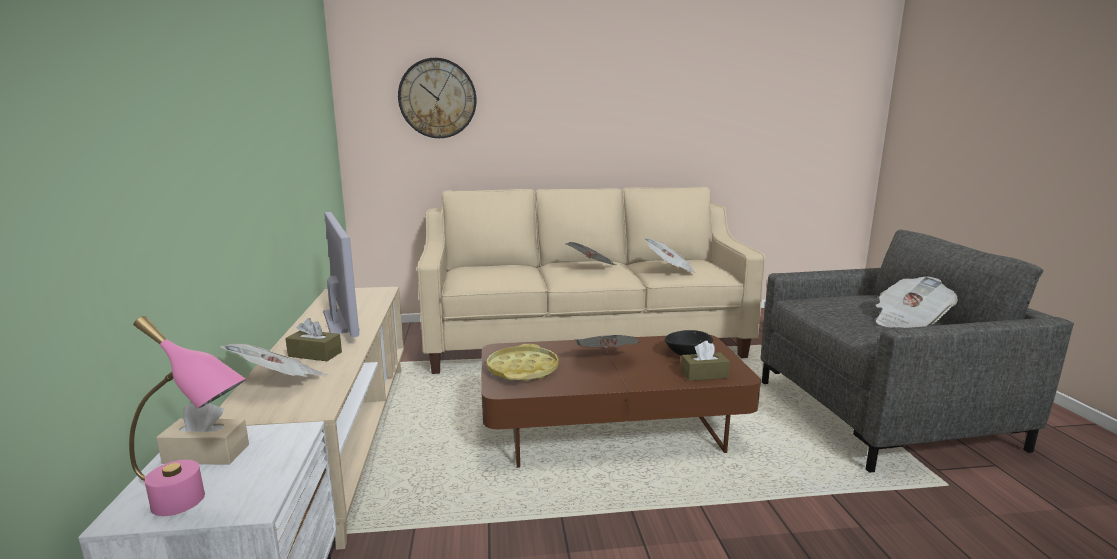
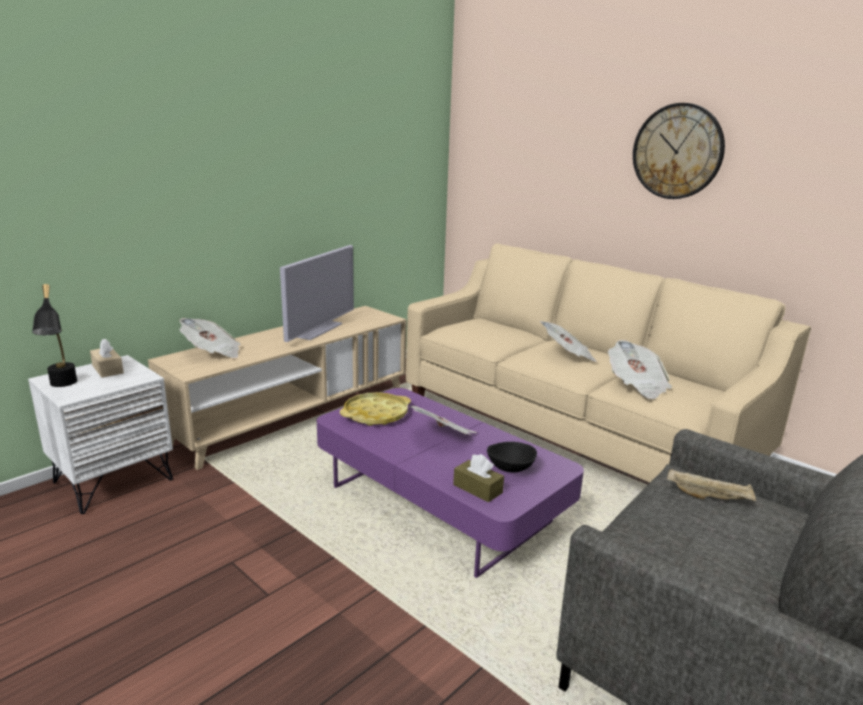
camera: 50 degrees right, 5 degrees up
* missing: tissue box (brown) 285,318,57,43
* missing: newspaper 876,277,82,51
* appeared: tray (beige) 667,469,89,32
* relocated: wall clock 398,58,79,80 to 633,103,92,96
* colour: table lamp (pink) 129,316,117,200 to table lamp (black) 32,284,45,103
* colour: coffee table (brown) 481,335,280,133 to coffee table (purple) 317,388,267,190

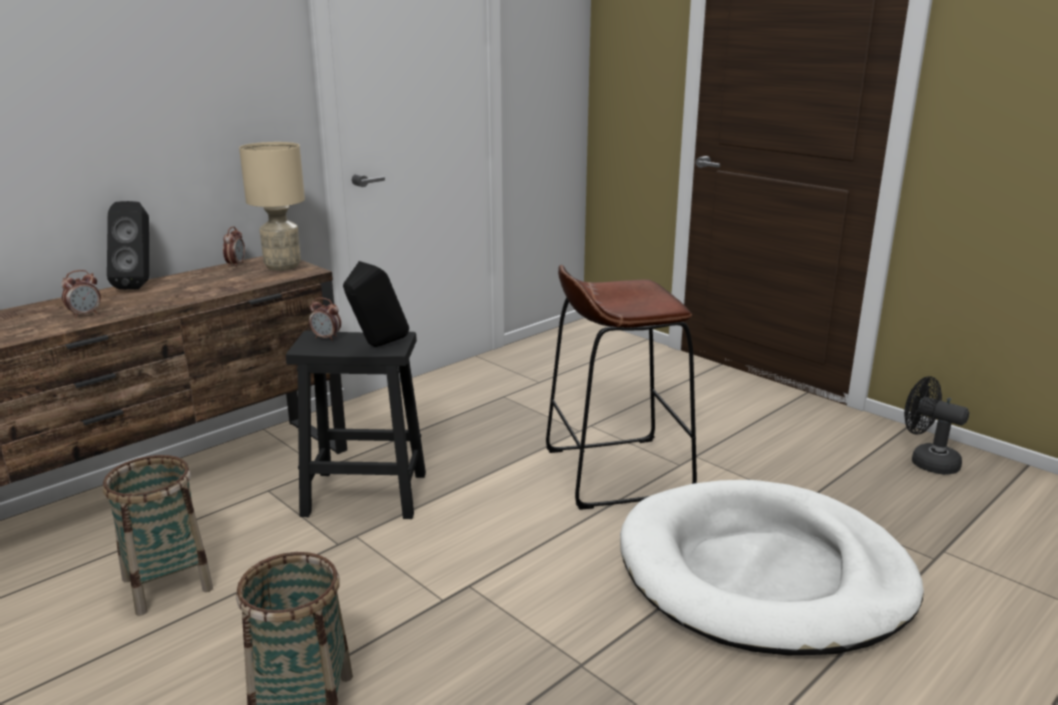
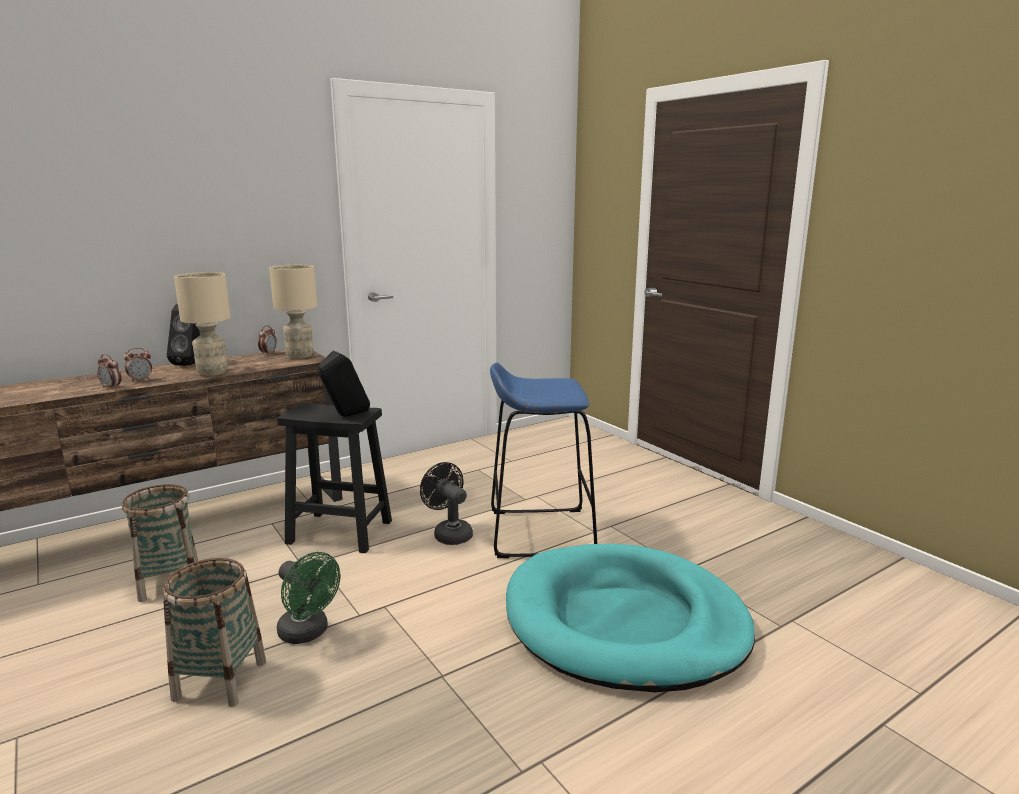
camera: 10 degrees right, 5 degrees down
* appeared: table lamp (beige) 174,272,57,104
* appeared: fan (green) 277,552,63,92
* relocated: alarm clock 309,297,32,44 to 97,354,25,36
* relocated: fan (black) 904,376,65,99 to 420,462,53,83
* colour: stool (brown) 546,265,151,245 to stool (blue) 490,362,107,196
* colour: dog bed (white) 620,480,304,175 to dog bed (turquoise) 506,544,249,148

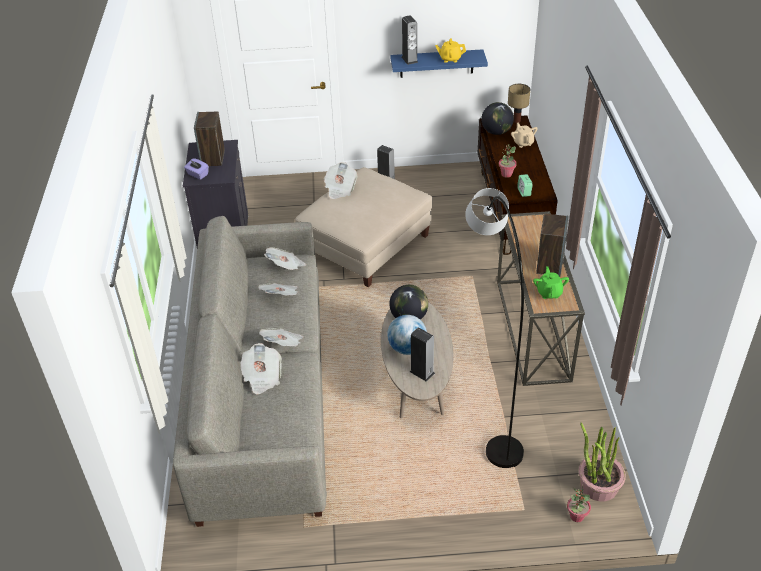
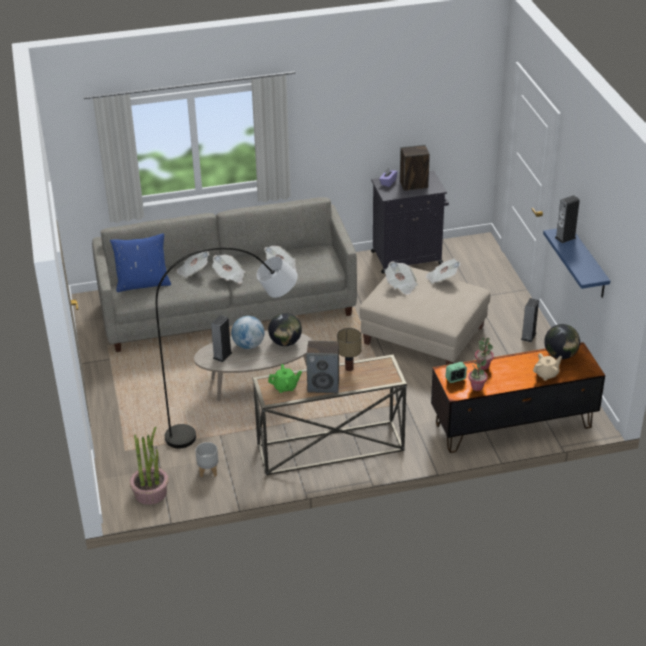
camera: 80 degrees right, 5 degrees down
* missing: teapot (yellow) 435,38,31,25
* appeared: pillow (blue) 110,233,61,59
* appeared: planter (grey) 195,442,23,35
* relocated: newspaper 264,247,43,23 to 385,261,33,34
* relocated: table lamp 508,84,22,39 to 337,328,25,43
* relocated: potted plant 567,484,24,38 to 469,357,19,34

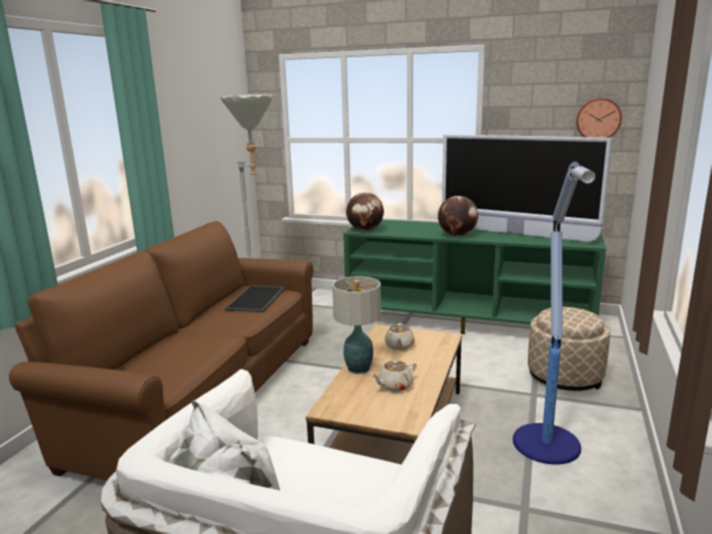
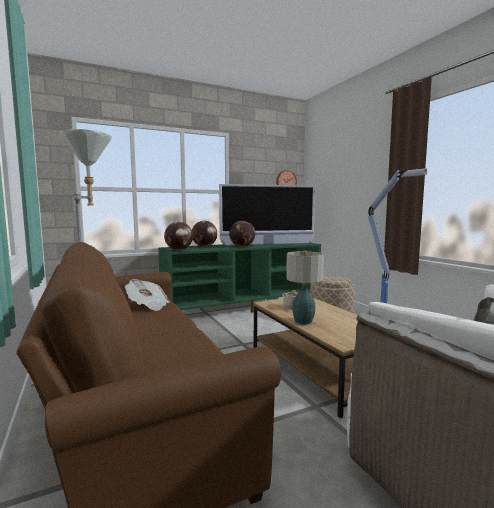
camera: 45 degrees left, 10 degrees down
* missing: teapot (beige) 372,360,45,32
* appeared: globe 192,221,25,26
* exchanged: tray 225,285,60,28 to newspaper 125,279,45,32

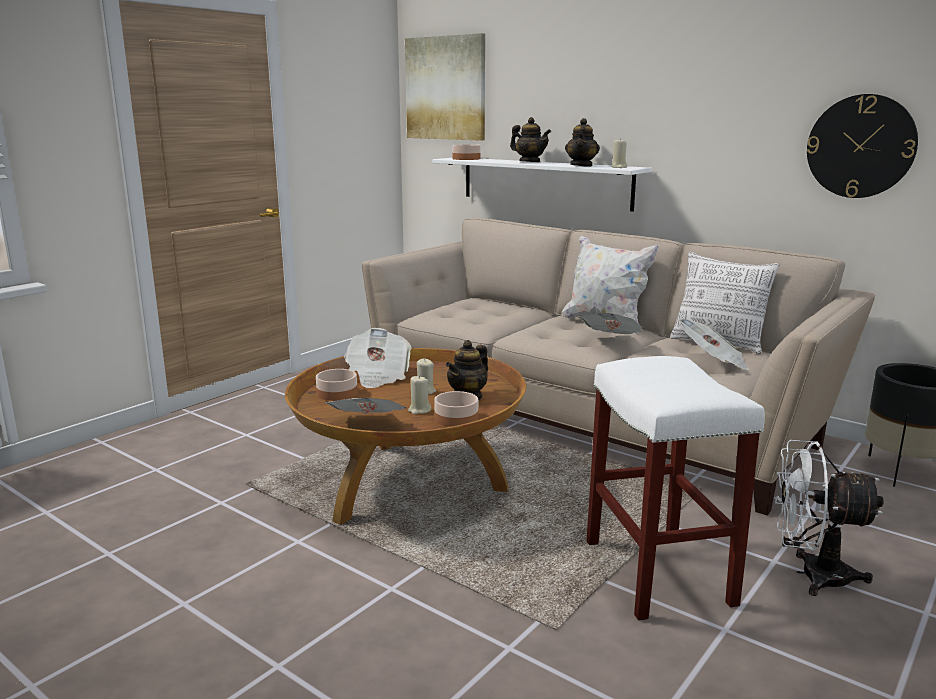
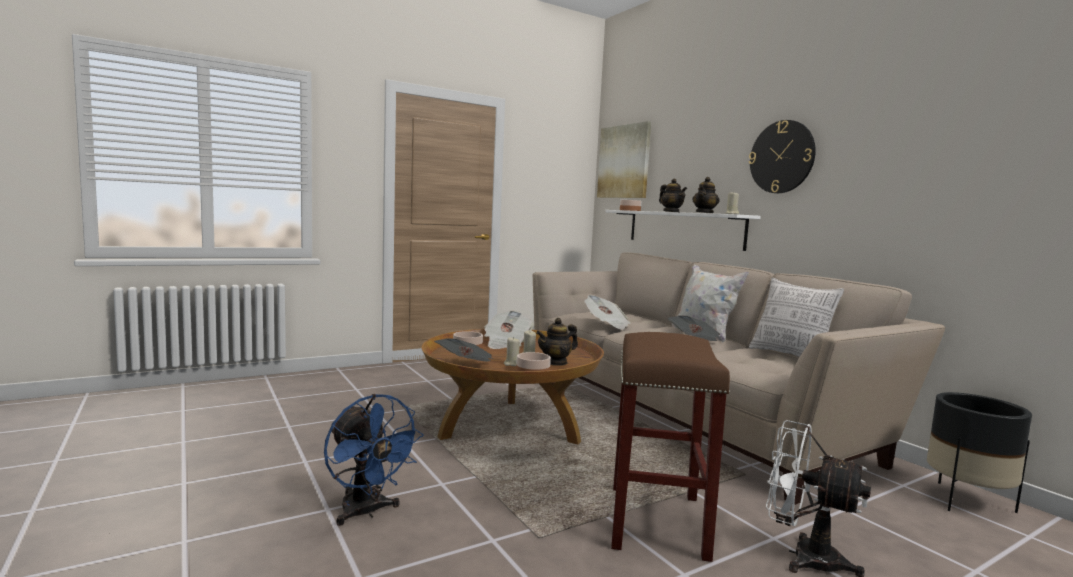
camera: 20 degrees right, 10 degrees down
* appeared: fan (blue) 324,394,100,132
* relocated: newspaper 679,318,70,52 to 584,295,47,35
* relocated: wall clock 807,94,111,104 to 749,120,67,73
* colour: stool (white) 586,356,179,264 to stool (brown) 611,332,119,230

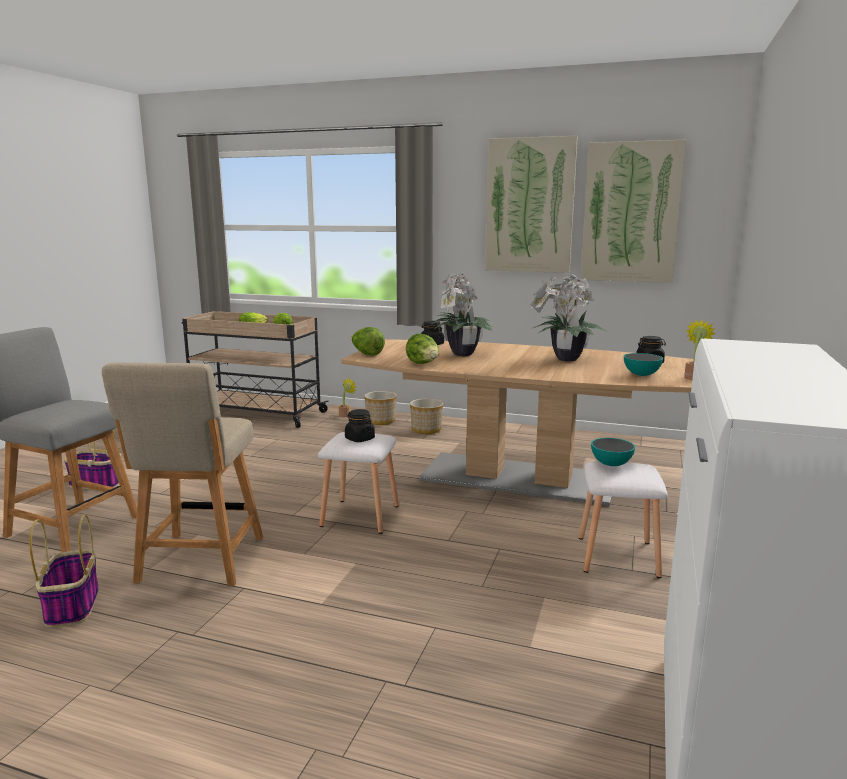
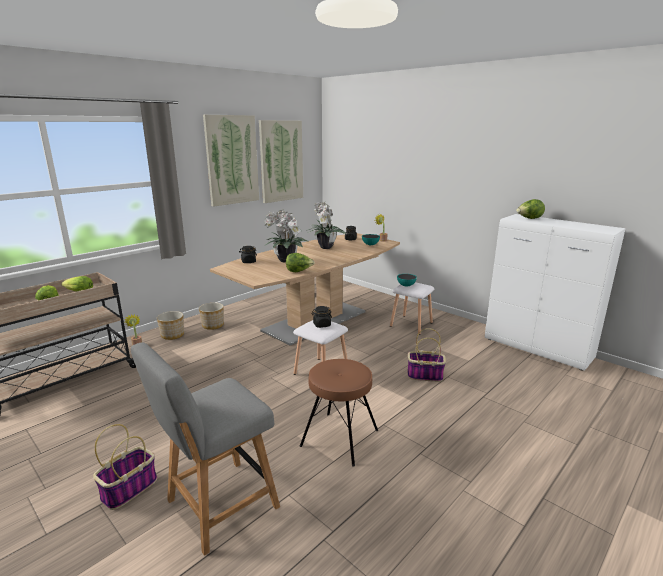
camera: 65 degrees left, 5 degrees up
* relocated: basket 29,515,70,112 to 407,328,39,54
* relocated: lettuce 351,327,34,29 to 516,199,29,20
* exchanged: chair (beige) 102,362,161,224 to stool (brown) 300,359,78,108

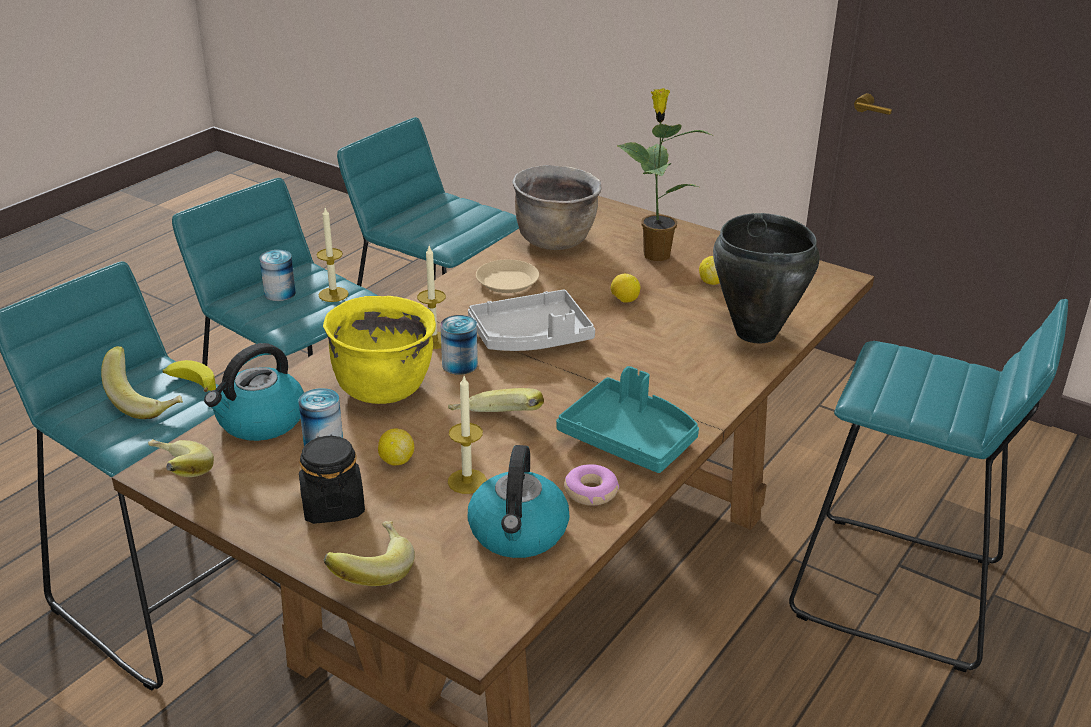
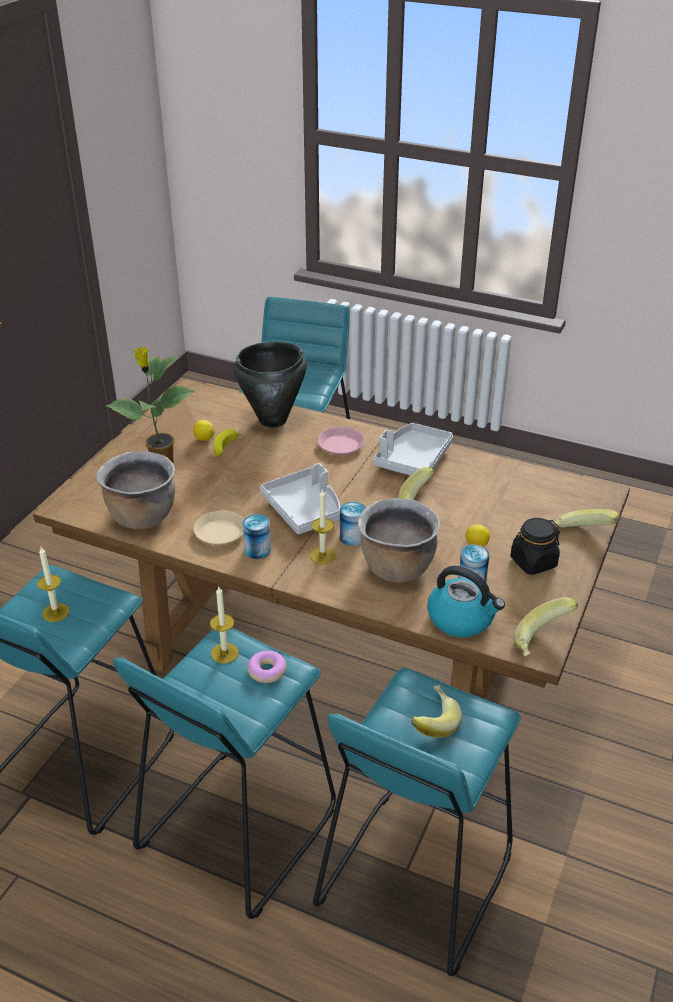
camera: 100 degrees left, 5 degrees up
* missing: kettle 468,445,102,113
* missing: lemon 611,274,29,29
* appeared: plate (pink) 318,427,47,28
* relocated: banana 162,360,54,32 to 214,429,27,27
* relocated: can 259,250,37,51 to 243,514,28,45
* relocated: candle 448,376,39,118 to 37,547,32,75
* relocated: donut 564,464,55,42 to 247,651,40,32
* colour: cooking pot (yellow) 323,296,113,108 to cooking pot (brown) 358,498,82,84
* colour: tray (turquoise) 556,366,143,107 to tray (grey) 373,423,80,52

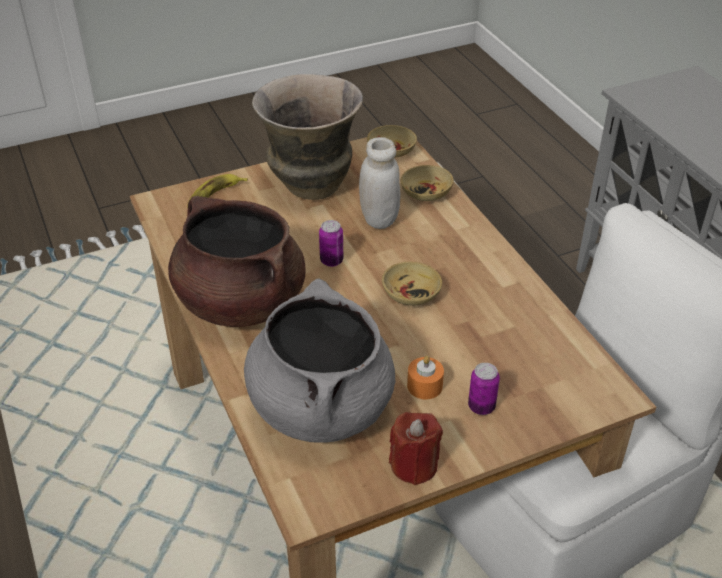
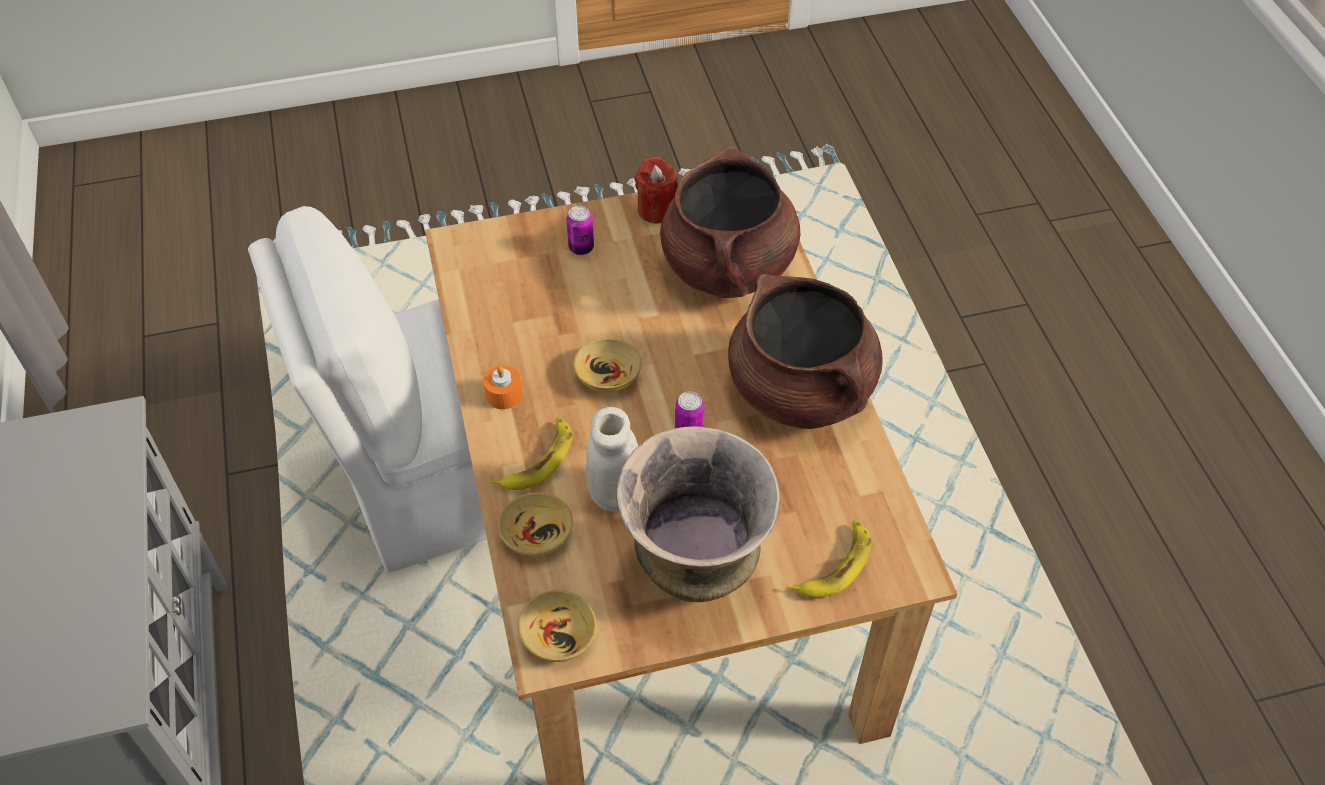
camera: 170 degrees left, 10 degrees up
* appeared: banana 490,417,83,73
* relocated: candle (orange) 407,356,37,43 to 483,365,40,44
* colour: cooking pot (grey) 244,279,151,164 to cooking pot (brown) 660,146,140,152

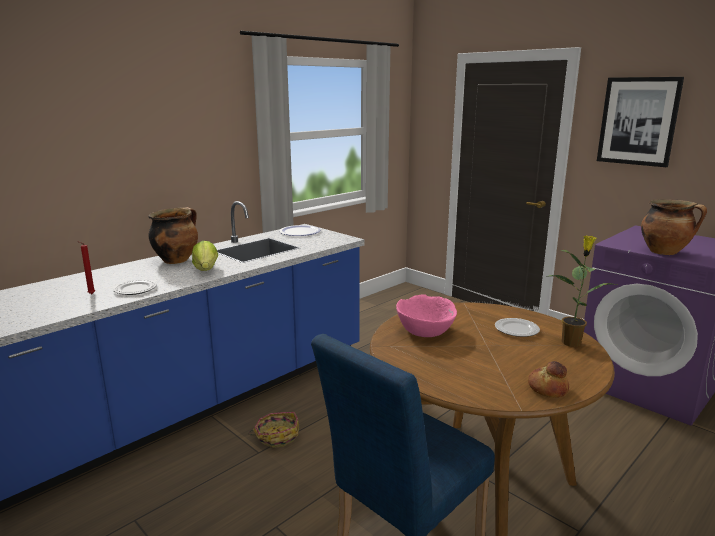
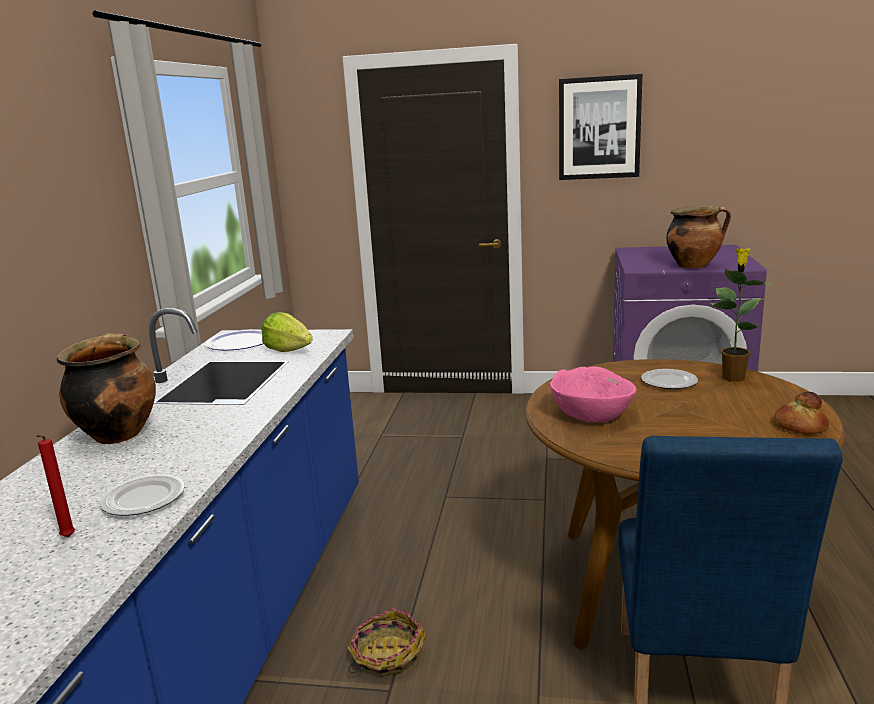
camera: 35 degrees left, 0 degrees up
* relocated: lettuce 192,241,26,30 to 262,312,51,40

